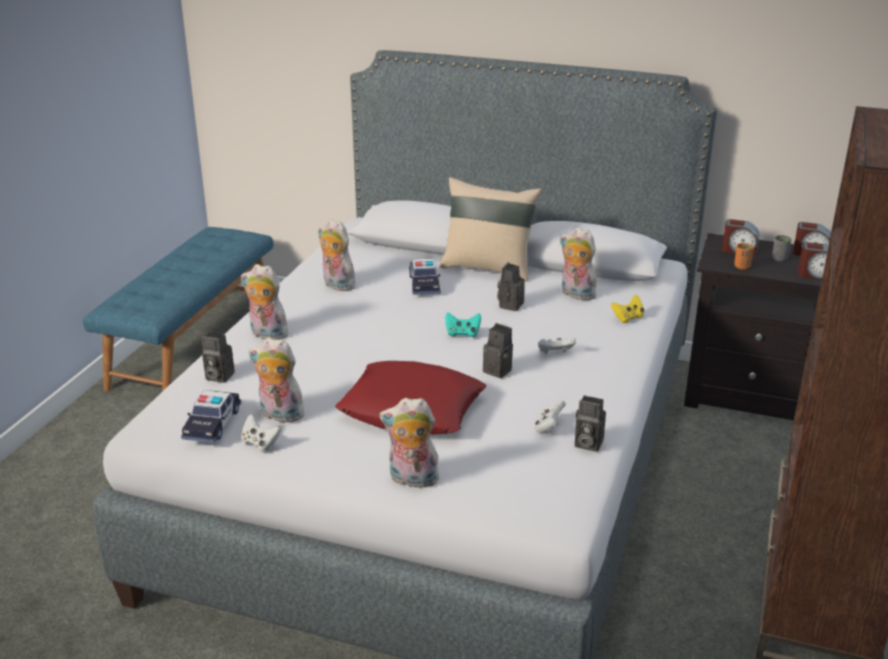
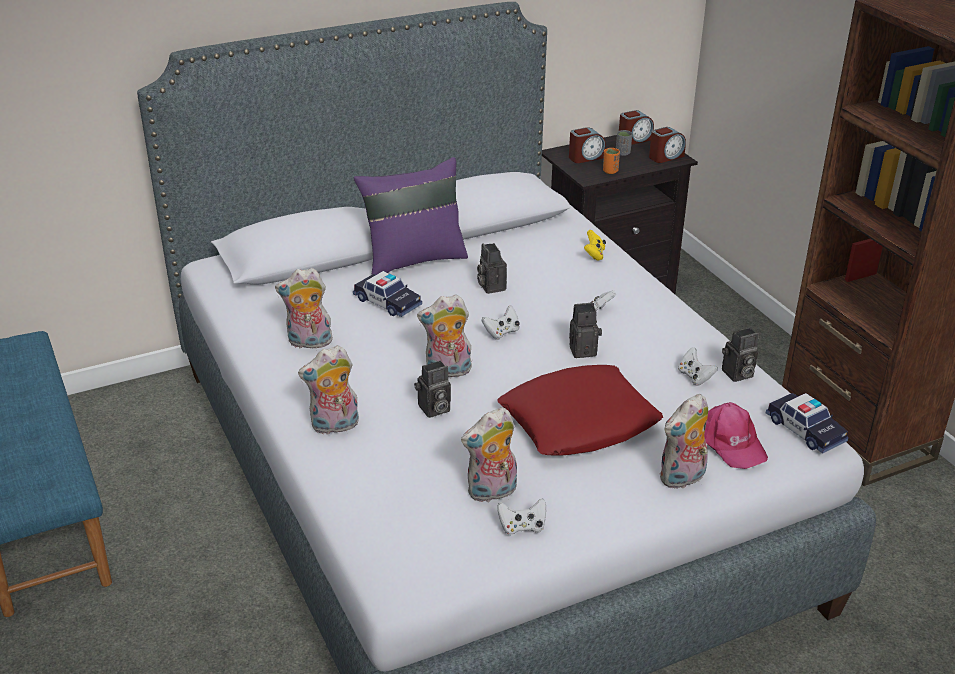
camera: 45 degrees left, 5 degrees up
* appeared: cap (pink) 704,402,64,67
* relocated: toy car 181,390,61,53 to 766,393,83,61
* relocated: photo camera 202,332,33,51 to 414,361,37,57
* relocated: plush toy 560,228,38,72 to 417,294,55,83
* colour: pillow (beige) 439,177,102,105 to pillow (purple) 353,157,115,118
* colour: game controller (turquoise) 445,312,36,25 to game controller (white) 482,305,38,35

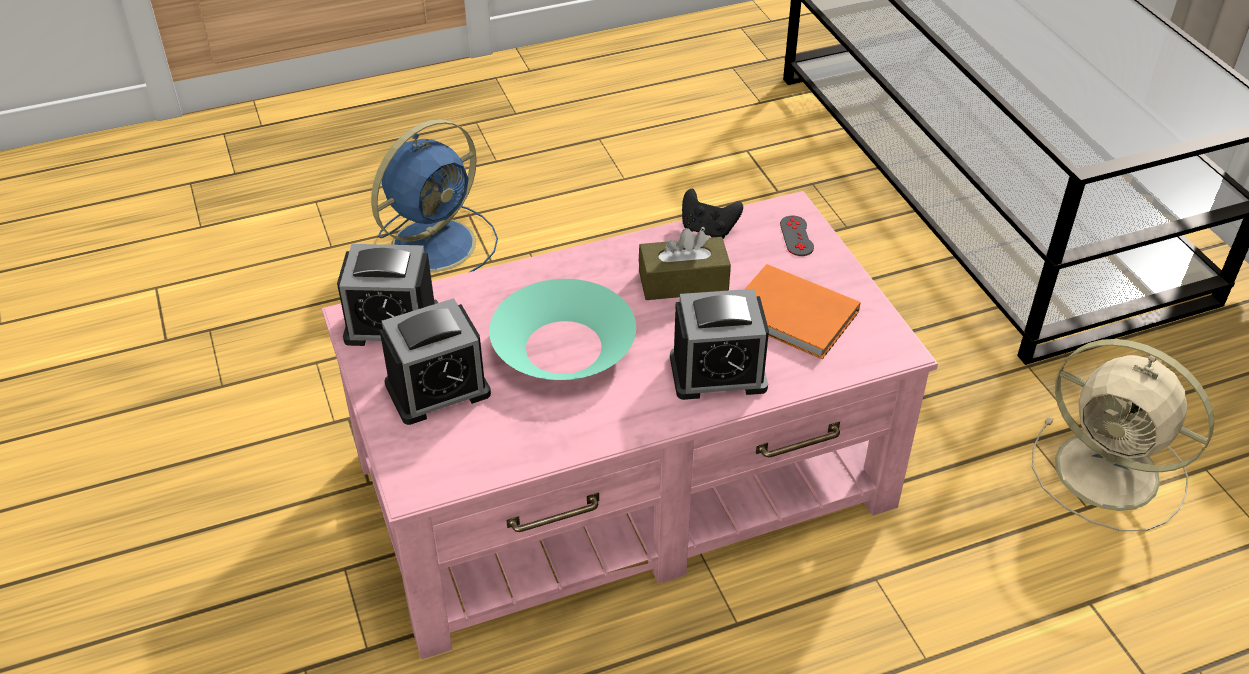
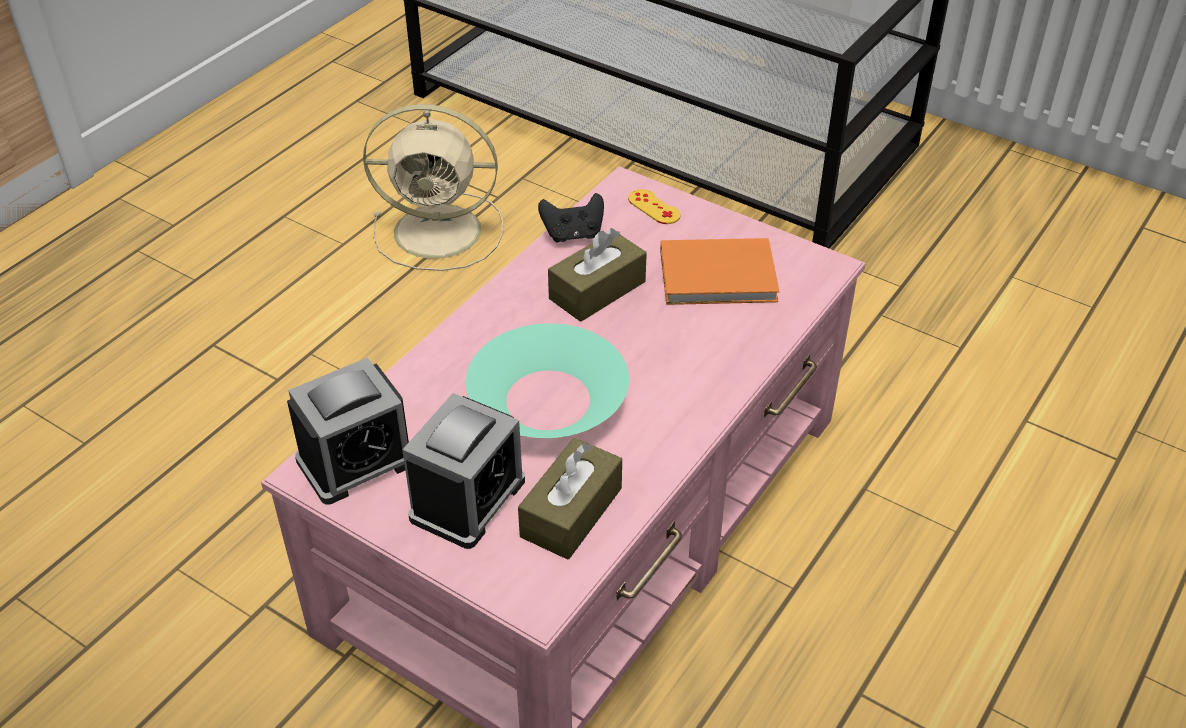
camera: 35 degrees left, 0 degrees up
* missing: fan (blue) 371,119,127,153
* missing: alarm clock 670,289,99,111
* appeared: tissue box (brown) 518,438,104,122
* relocated: fan (beige) 1032,339,182,192 to 363,104,140,167
* colour: game controller (grey) 780,216,34,40 to game controller (yellow) 628,189,53,35

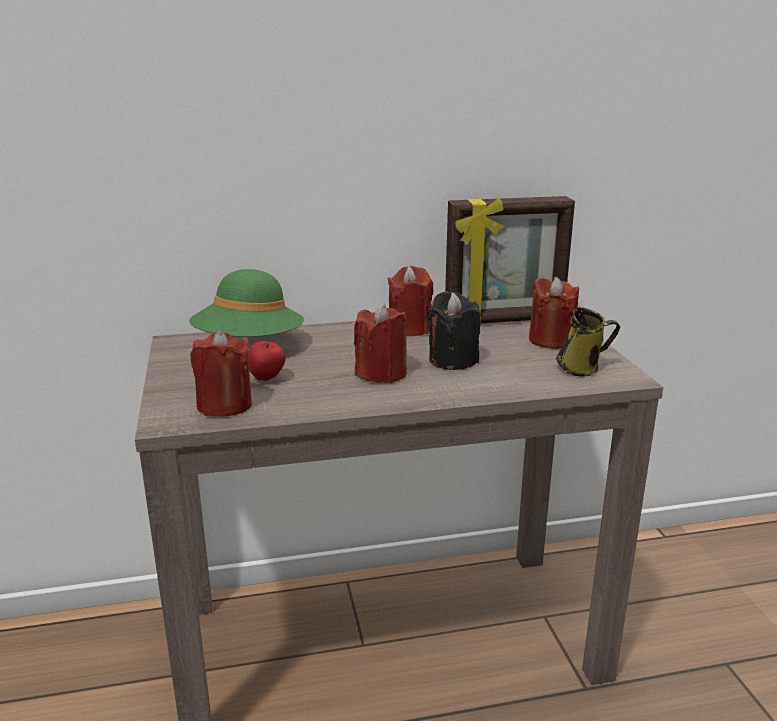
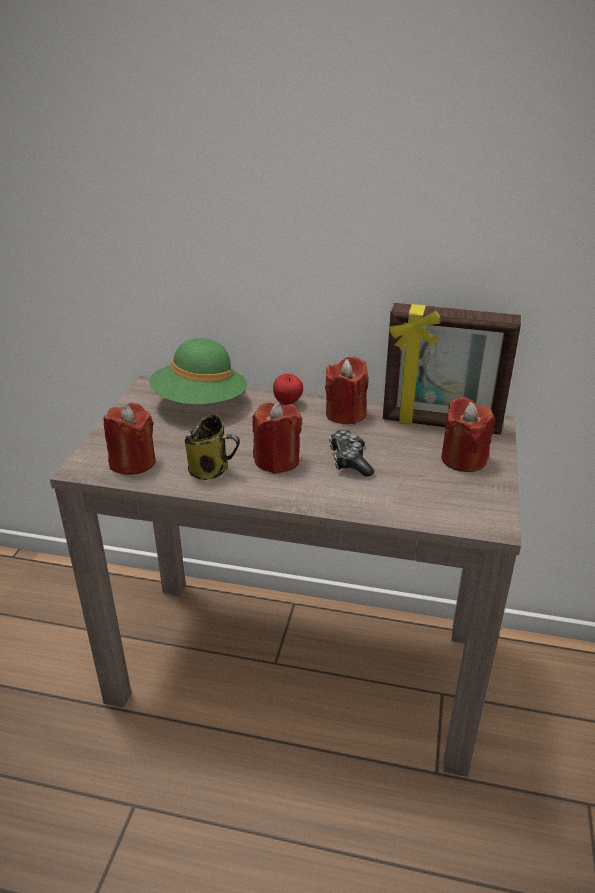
camera: 25 degrees right, 10 degrees up
* relocated: apple 248,341,38,40 to 273,374,30,31
* relocated: mug 556,307,65,70 to 185,415,55,65
* exchanged: candle (black) 427,292,53,78 to game controller 329,430,45,47

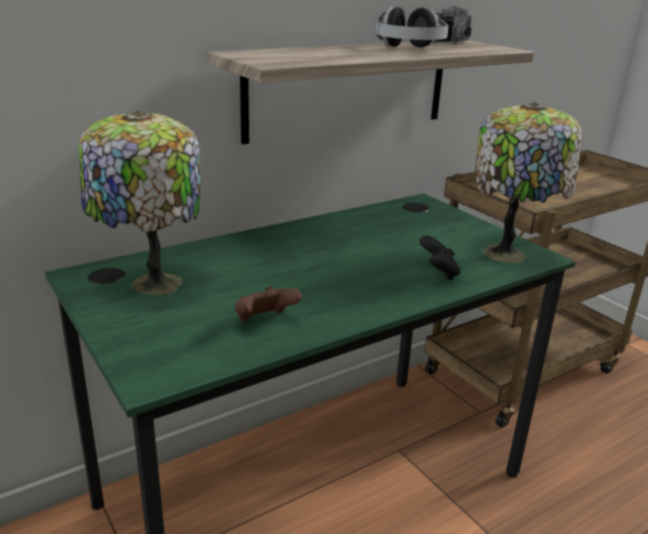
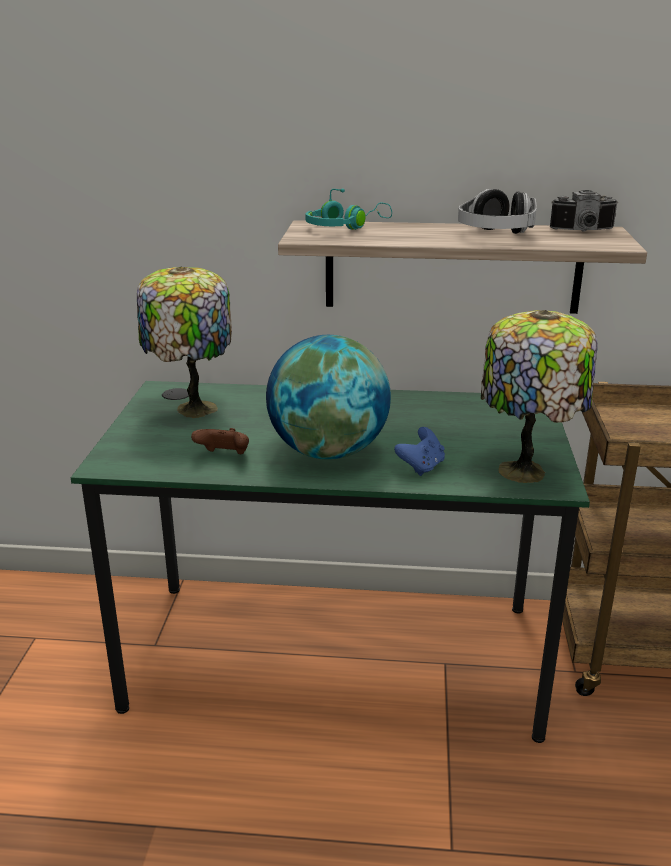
camera: 40 degrees right, 0 degrees up
* appeared: globe 266,335,125,125
* appeared: headphones (turquoise) 306,189,86,41
* colour: game controller (black) 419,236,41,45 to game controller (blue) 394,427,51,49

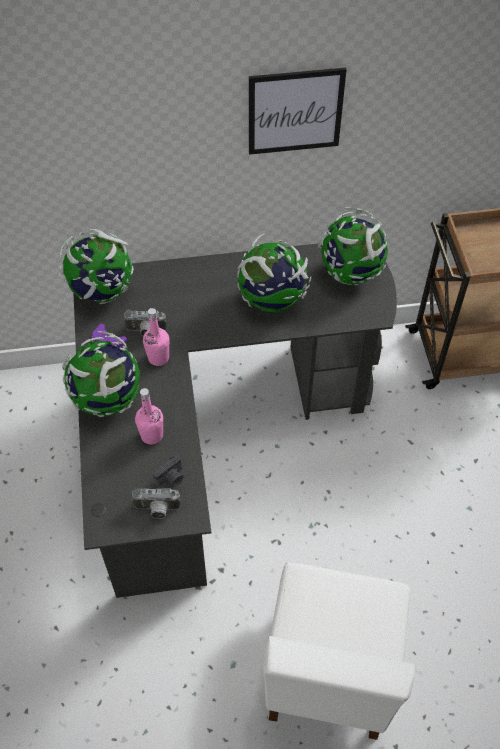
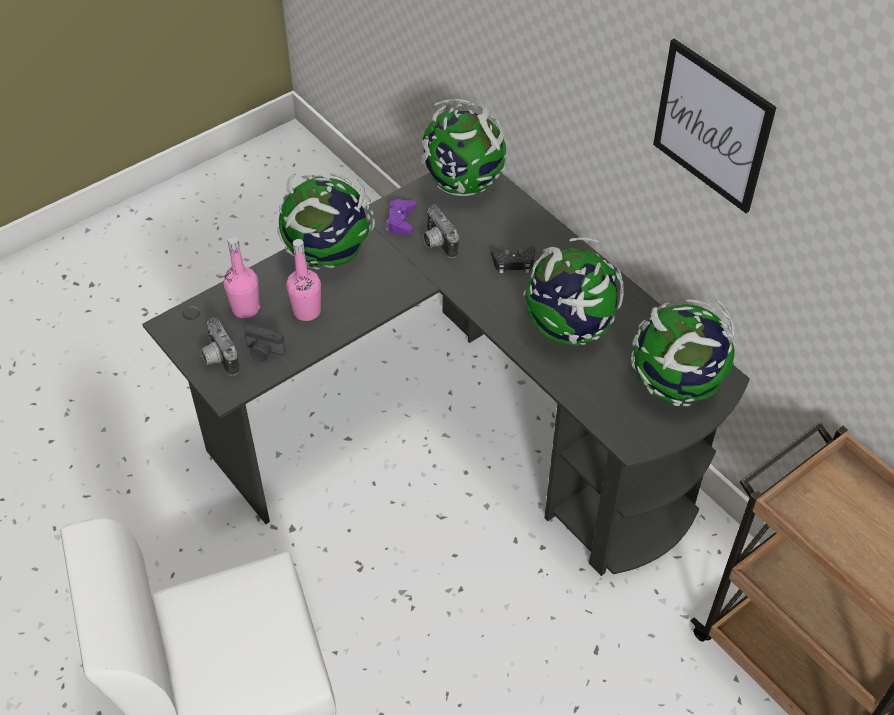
camera: 60 degrees right, 5 degrees down
* appeared: game controller (black) 491,246,44,27
* relocated: bottle (pink) 143,308,26,58 to 224,236,36,82

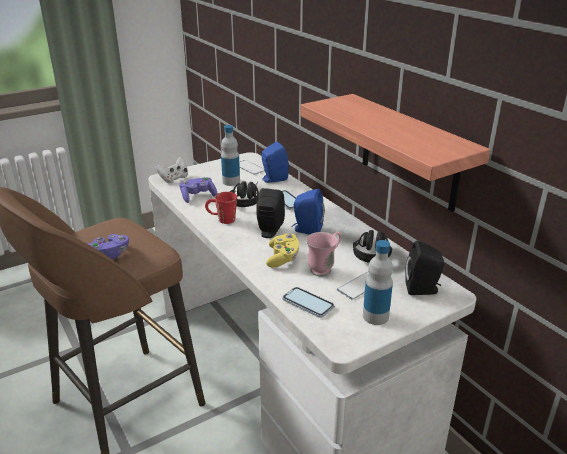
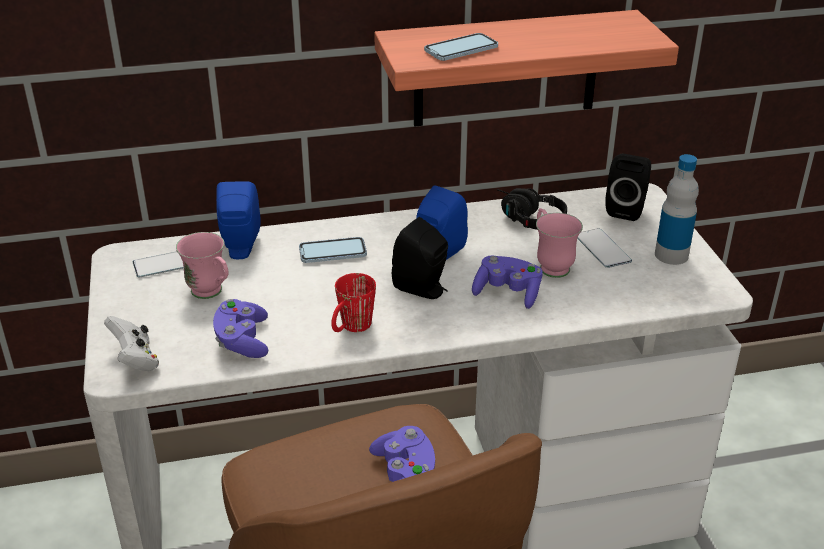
camera: 70 degrees left, 5 degrees up
* missing: headphones (black) 229,181,30,26
* relocated: phone 283,287,51,31 to 424,33,74,28
* exchanged: bottle 221,125,19,61 to mug (pink) 176,232,52,67
* colour: game controller (yellow) 266,233,33,35 to game controller (purple) 472,256,71,53

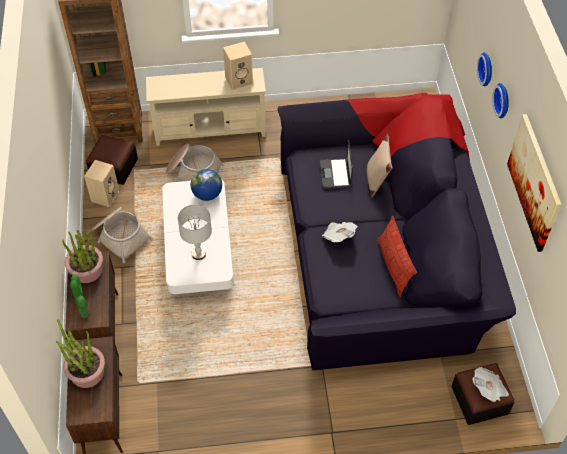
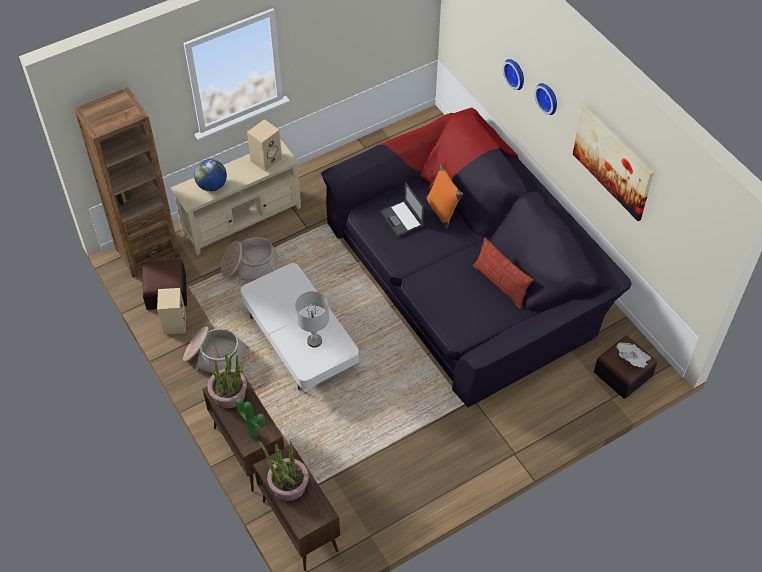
camera: 25 degrees left, 0 degrees up
* missing: newspaper 322,222,36,20
* relocated: globe 191,169,31,32 to 194,159,33,32
* colour: pillow (beige) 367,134,25,64 to pillow (orange) 426,163,37,66

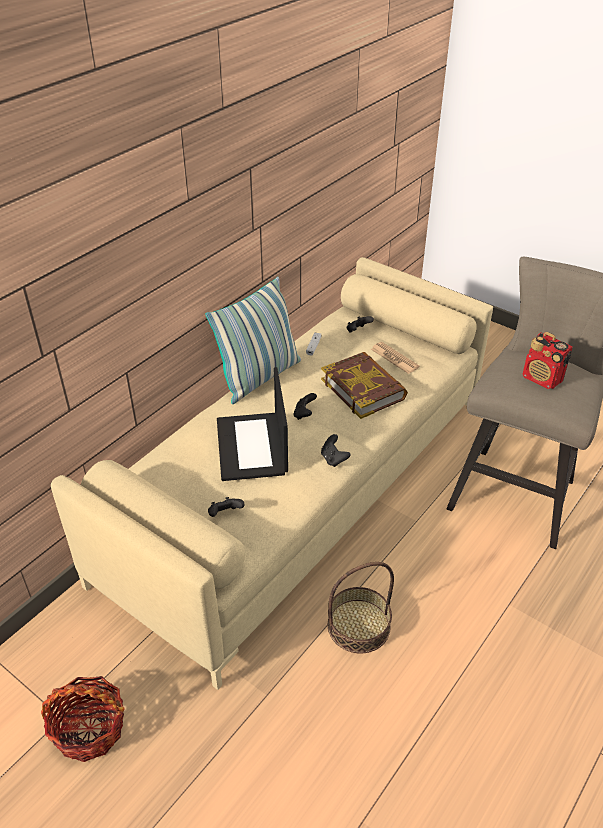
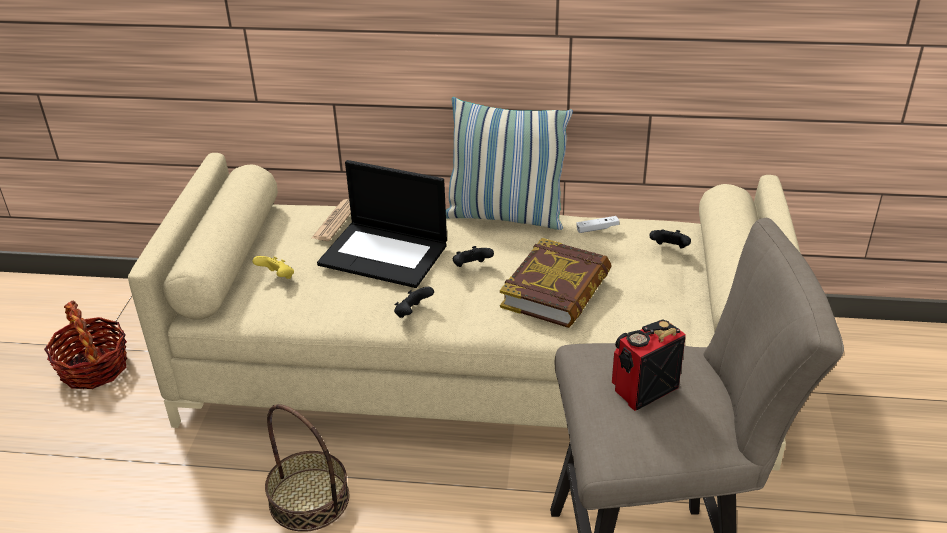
camera: 60 degrees right, 5 degrees down
* relocated: newspaper 371,342,49,32 to 312,199,39,42
* colour: game controller (black) 208,497,36,20 to game controller (yellow) 252,256,42,23
* spun: laptop 217,367,71,114 = 317,160,130,128 120 degrees counterclockwise
* spun: radio 522,332,51,57 = 612,319,74,92 45 degrees clockwise

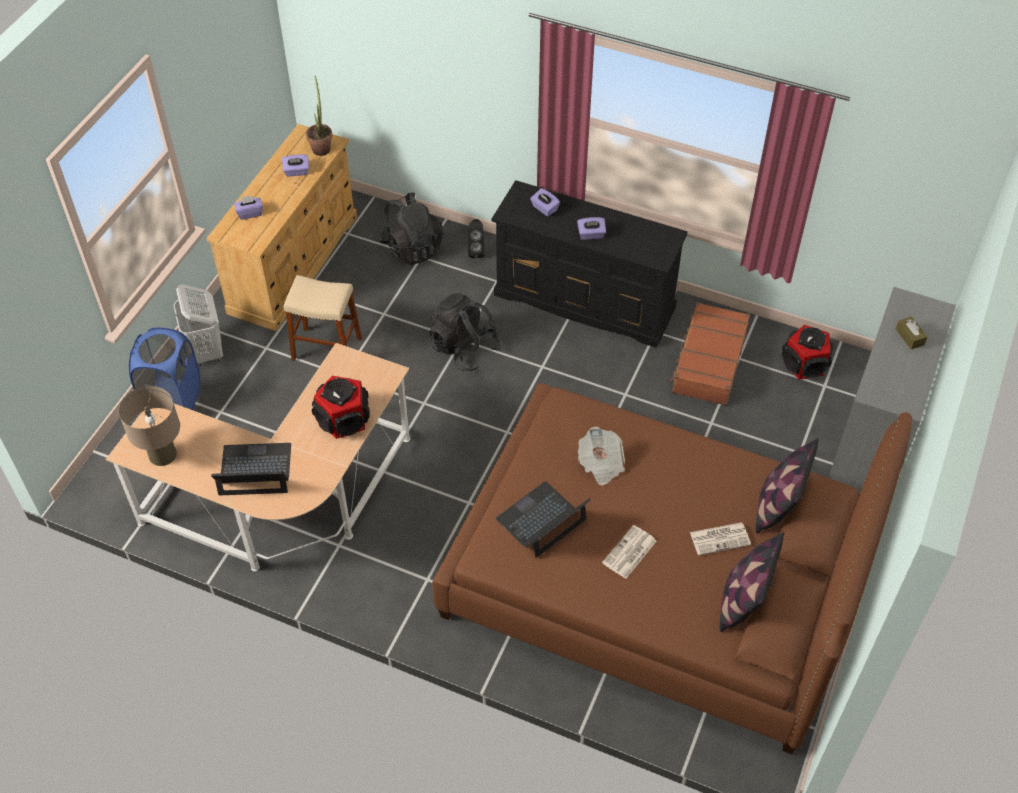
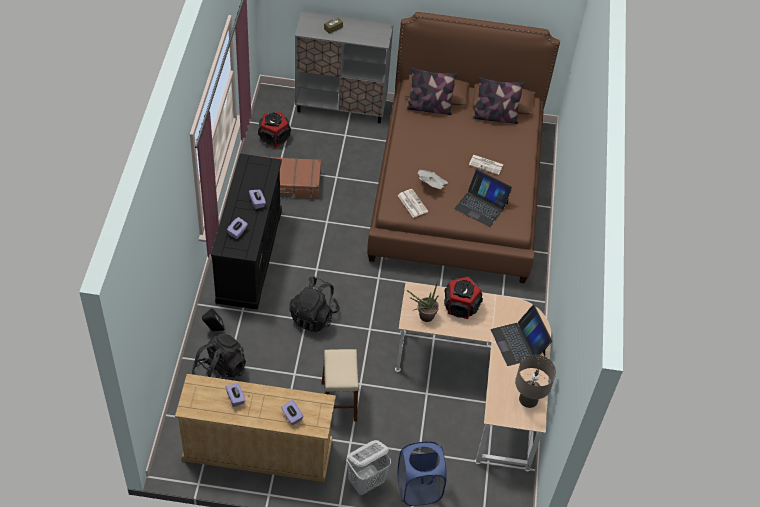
camera: 110 degrees left, 0 degrees up
* relocated: potted plant 306,76,26,80 to 407,281,32,41
* relocated: newspaper 690,522,61,34 to 398,189,30,29

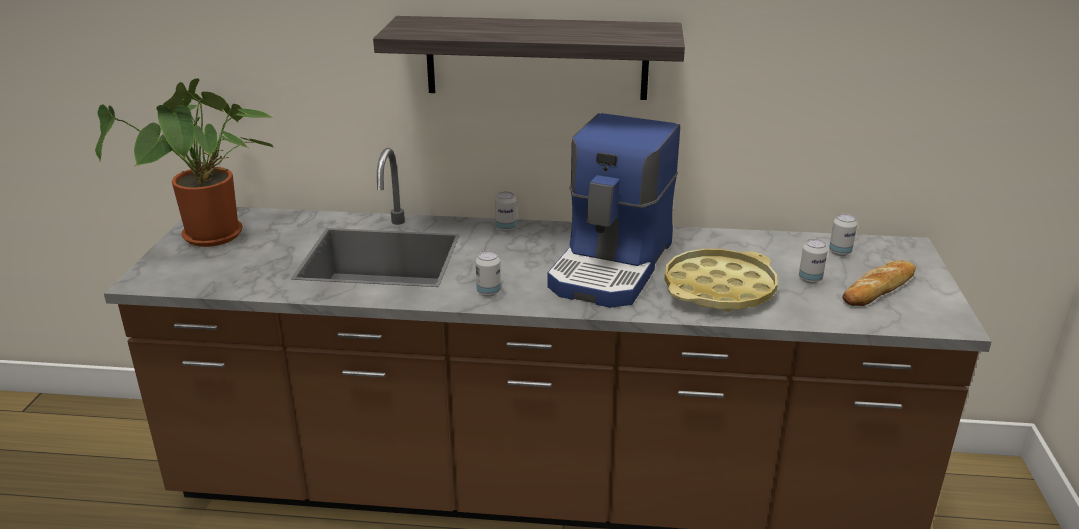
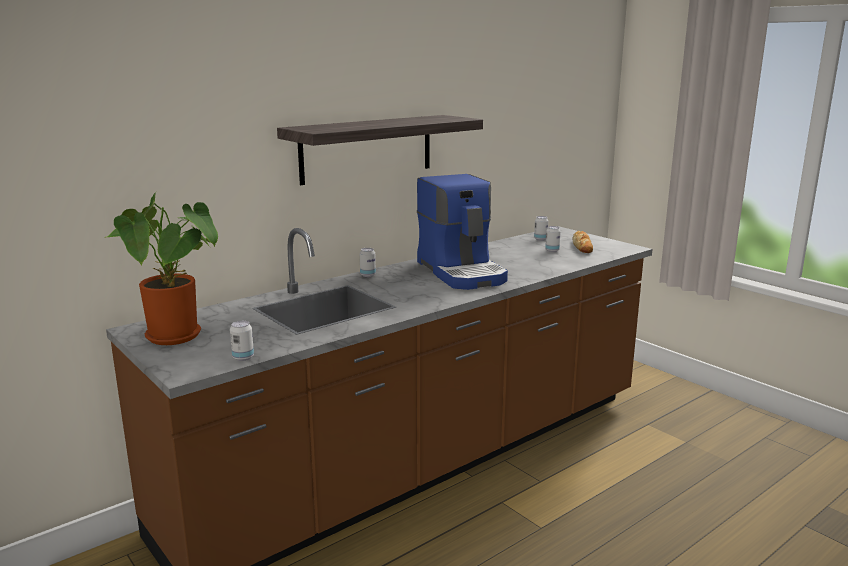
camera: 45 degrees left, 10 degrees down
* missing: tray (yellow) 664,249,114,63
* relocated: can 476,251,25,46 to 230,321,24,40

